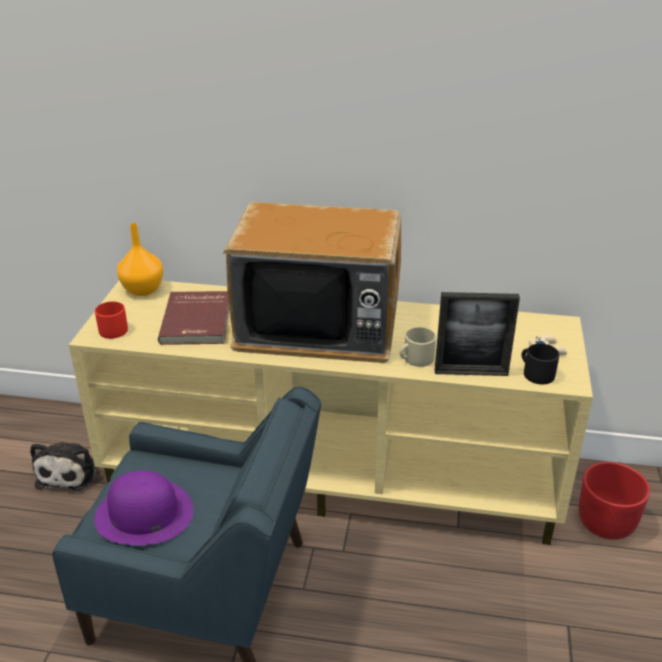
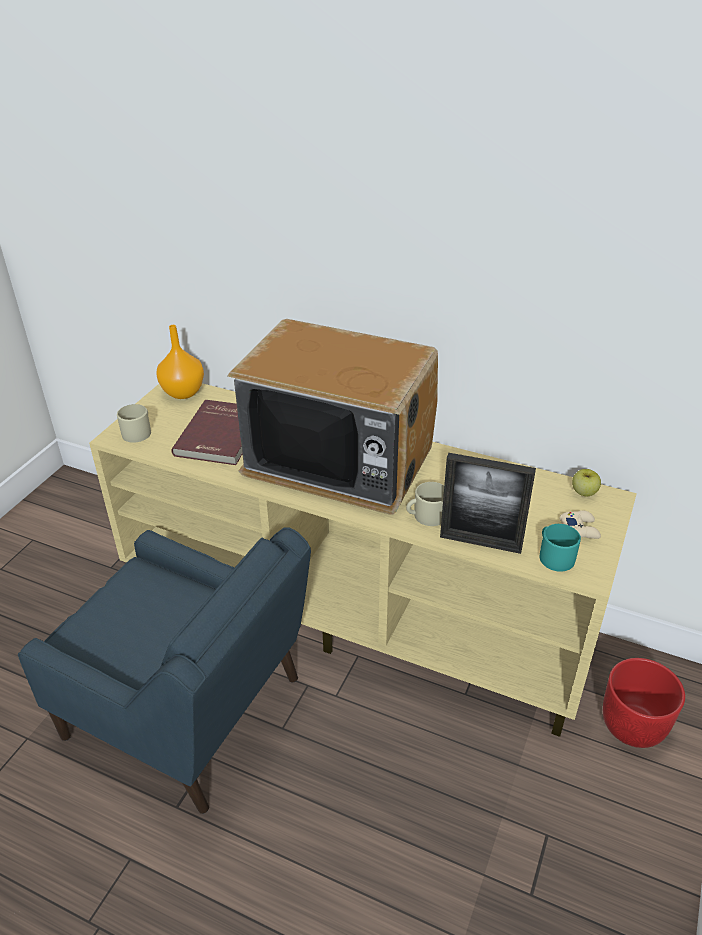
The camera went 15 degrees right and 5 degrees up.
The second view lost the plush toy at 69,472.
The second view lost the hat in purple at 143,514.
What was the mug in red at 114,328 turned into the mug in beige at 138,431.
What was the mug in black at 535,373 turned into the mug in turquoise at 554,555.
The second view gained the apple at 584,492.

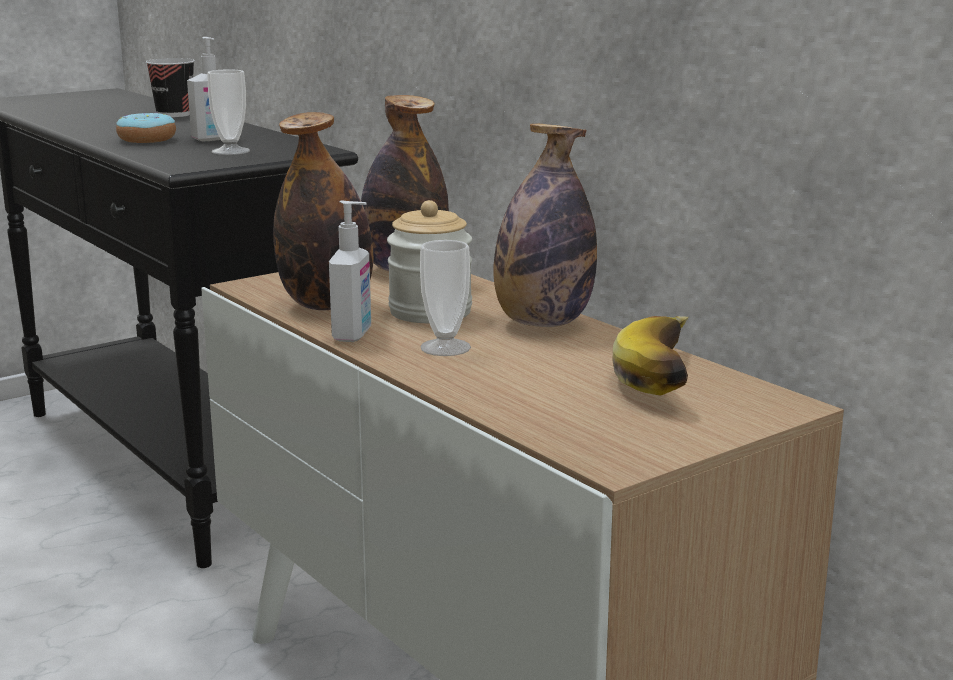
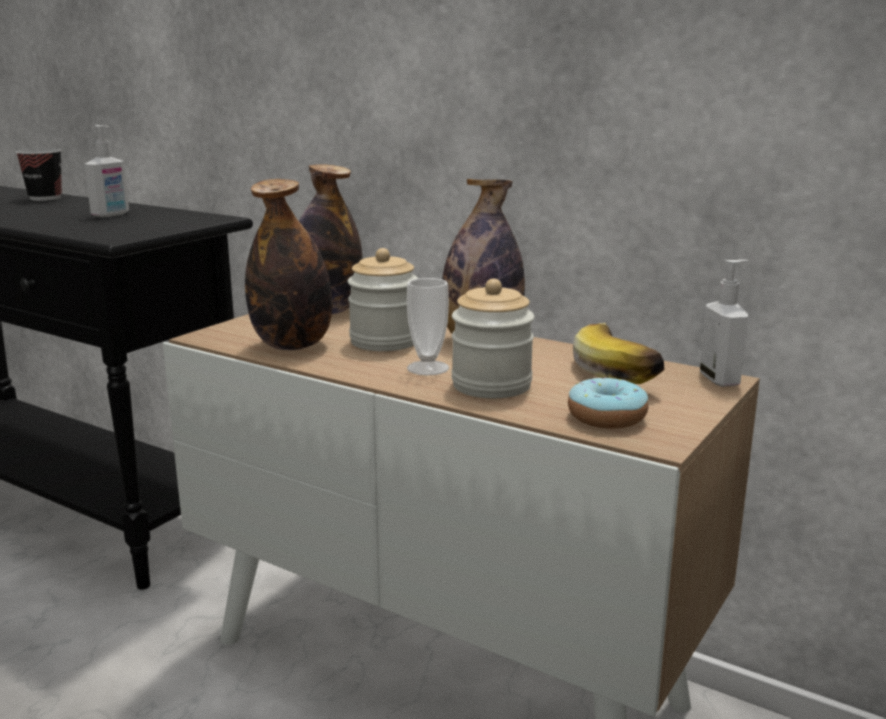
The camera went 20 degrees left and 0 degrees up.
The donut ended up elsewhere, having gone from 147,139 to 606,417.
The second view lost the cup at 230,151.
The soap dispenser ended up elsewhere, having gone from 353,335 to 720,379.
The second view gained the jar at 491,385.

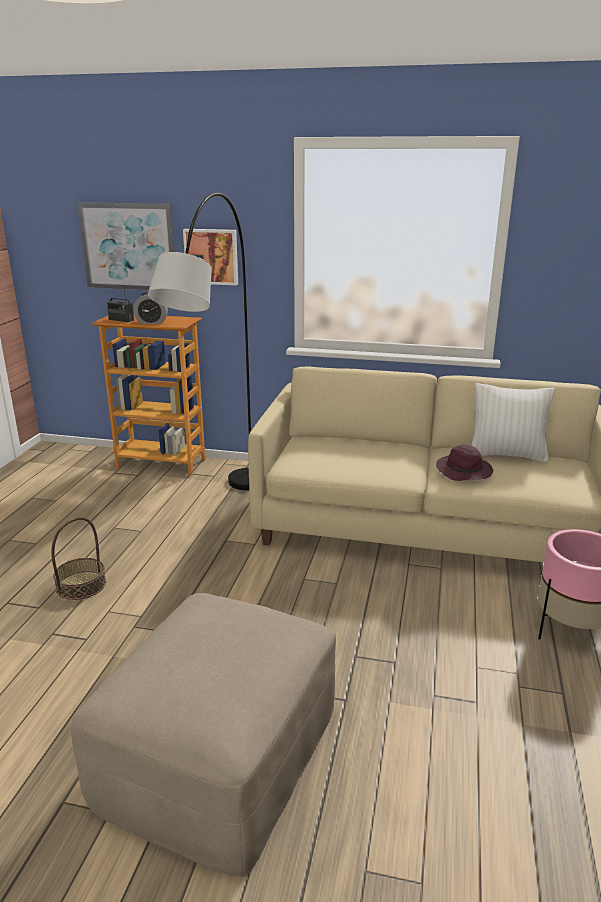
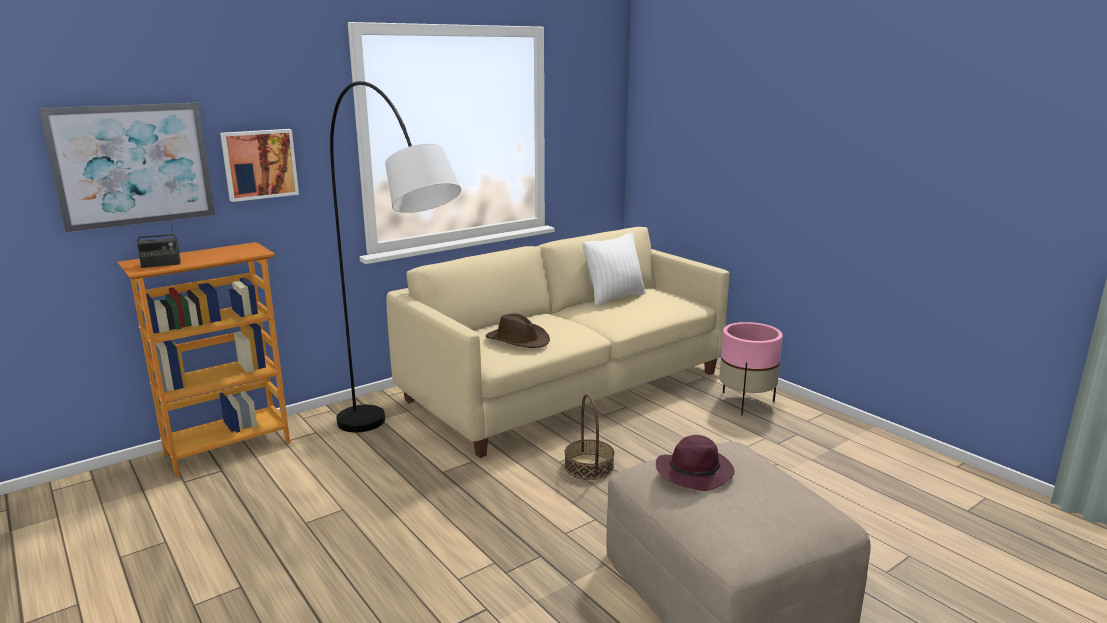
The camera went 50 degrees left and 5 degrees down.
The basket ended up elsewhere, having gone from 81,585 to 589,466.
The second view lost the alarm clock at 151,322.
The hat in purple ended up elsewhere, having gone from 464,471 to 695,472.
The second view gained the hat in brown at 518,340.

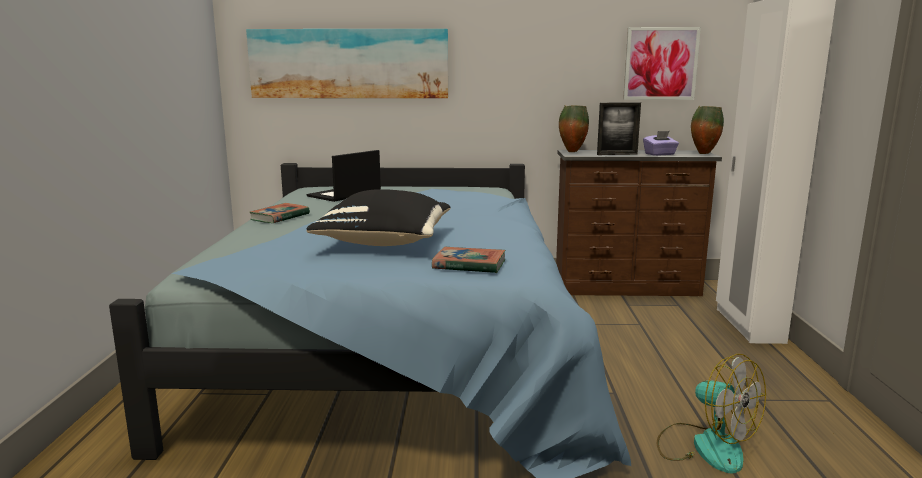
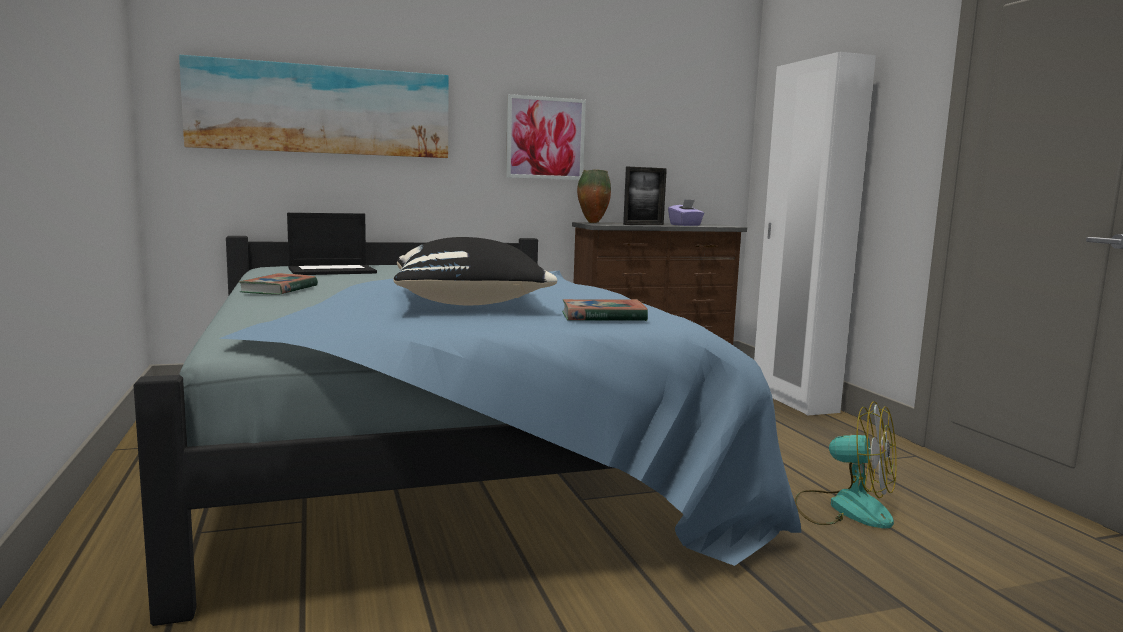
The camera went 20 degrees left and 5 degrees down.
The laptop at 344,194 ended up facing another way, 135 degrees counterclockwise from before.
The picture ended up elsewhere, having gone from 660,64 to 545,138.
The second view lost the vase at 703,153.

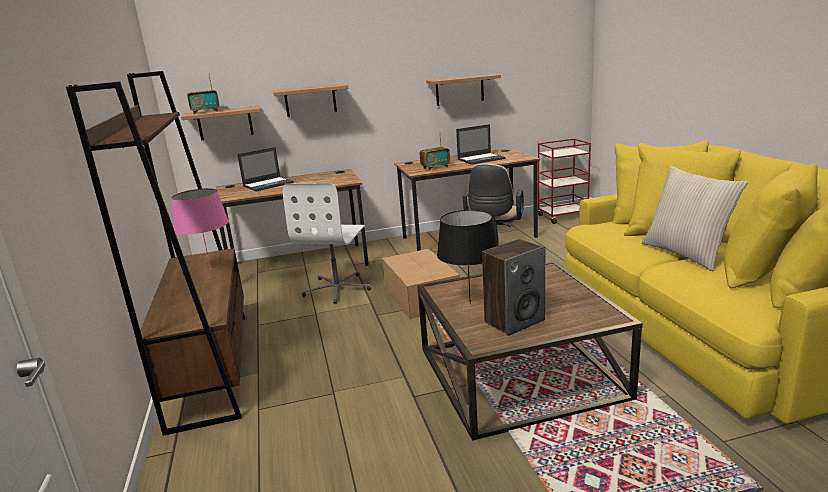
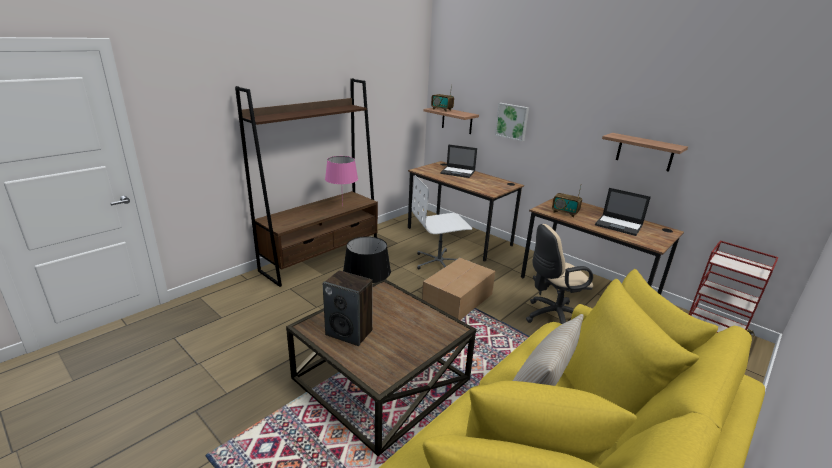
The camera went 55 degrees right and 5 degrees up.
Where the shelf hung at 310,100, the picture came to hang at 512,121.

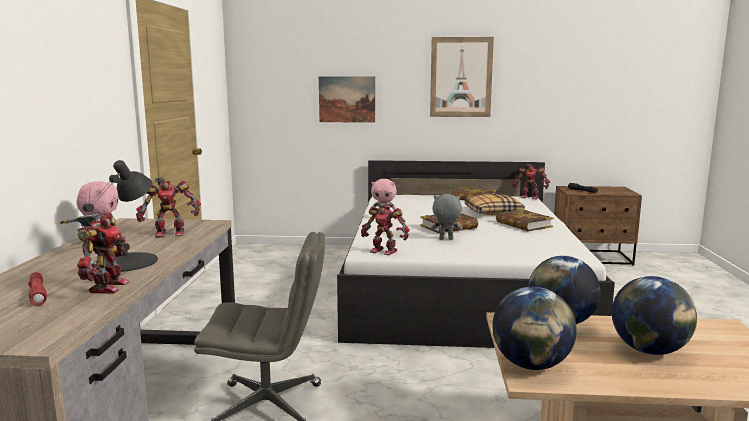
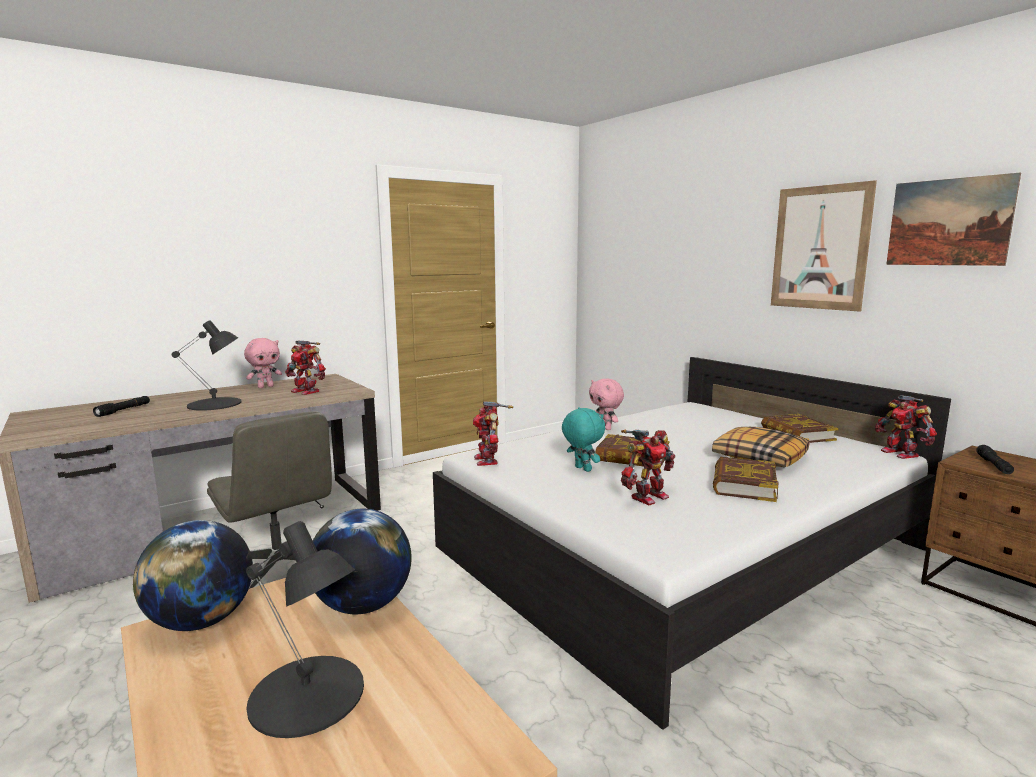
The camera went 50 degrees right and 0 degrees up.
What was the flashlight in red at 38,294 turned into the flashlight in black at 123,410.
The toy robot ended up elsewhere, having gone from 105,287 to 647,496.
The picture ended up elsewhere, having gone from 347,99 to 948,222.
What was the plush toy in grey at 446,239 turned into the plush toy in turquoise at 582,469.
Where the globe stood at 649,351, the table lamp in black came to stand at 307,696.

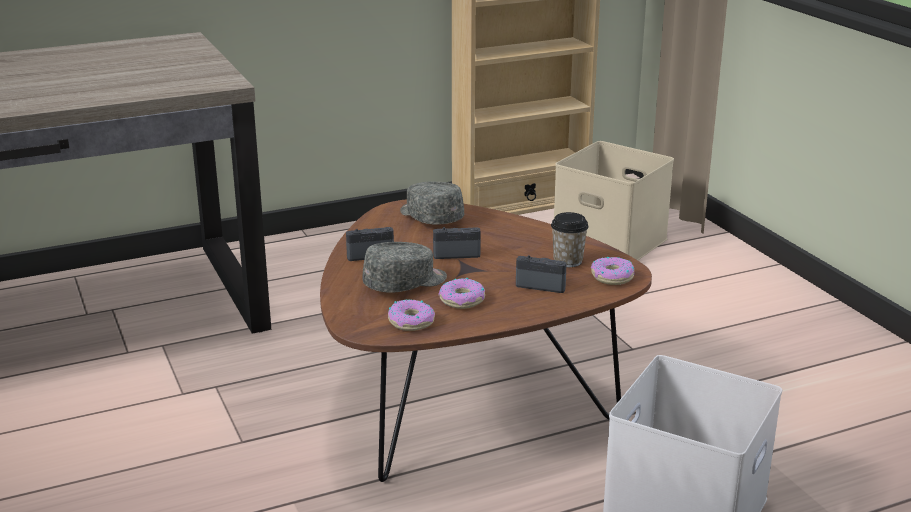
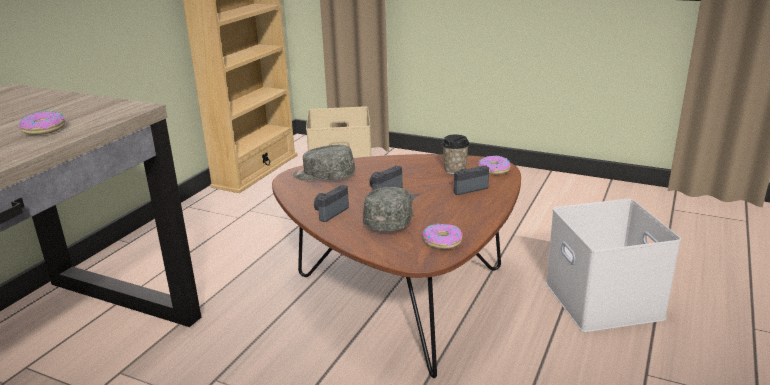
The camera went 40 degrees left and 0 degrees up.
The donut ended up elsewhere, having gone from 462,300 to 44,129.

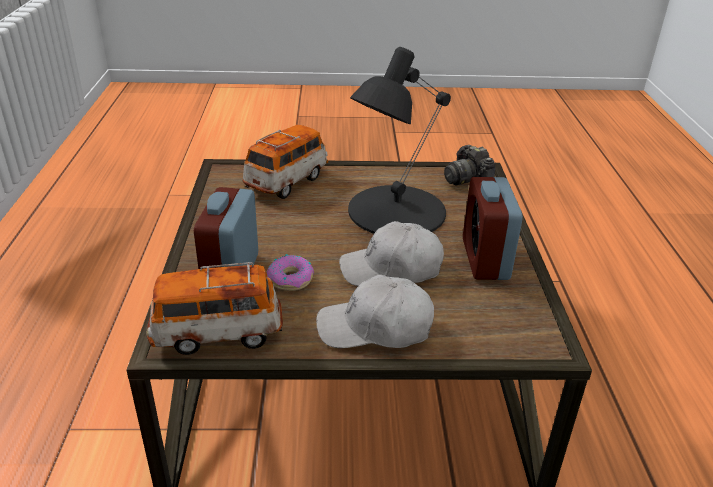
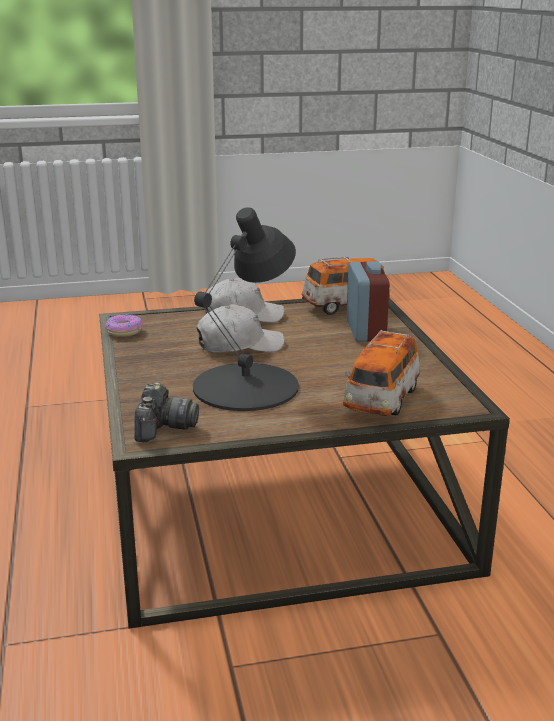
The camera went 170 degrees right and 10 degrees down.
The donut ended up elsewhere, having gone from 291,279 to 124,331.
The photo camera at 467,179 ended up facing another way, 45 degrees clockwise from before.
The second view lost the alarm clock at 485,259.

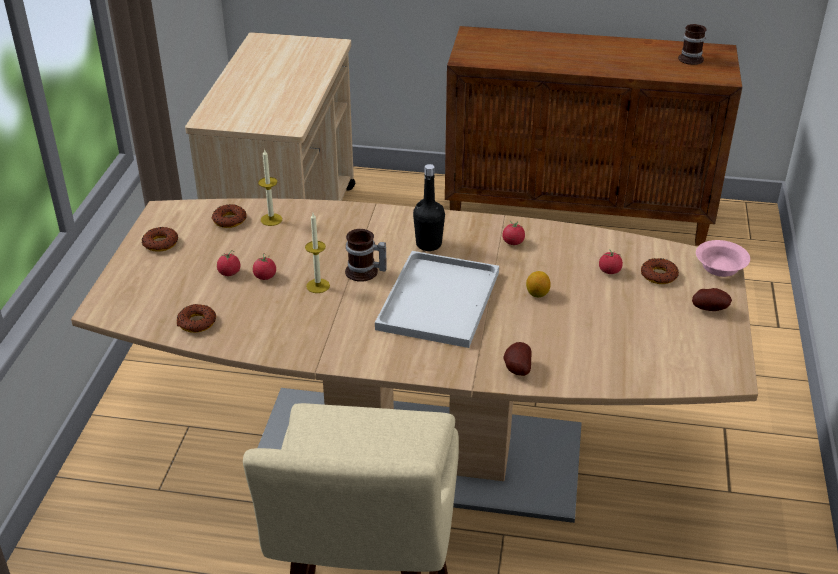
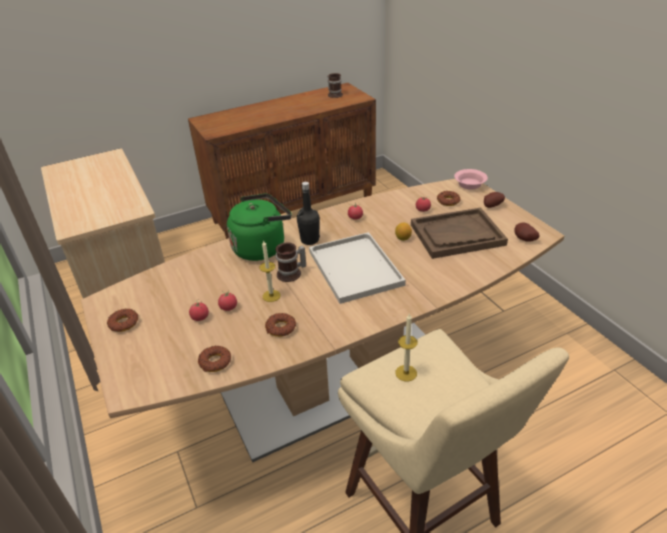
The camera went 35 degrees left and 0 degrees up.
The donut ended up elsewhere, having gone from 229,220 to 281,328.
The candle ended up elsewhere, having gone from 271,219 to 406,373.
The potato ended up elsewhere, having gone from 516,369 to 524,240.
The second view gained the kettle in green at 261,247.
The second view gained the tray in brown at 457,235.

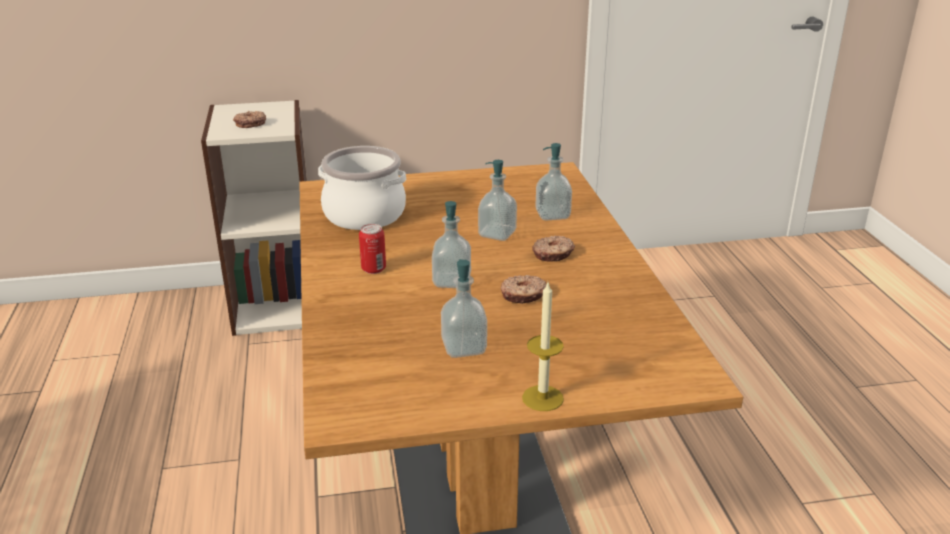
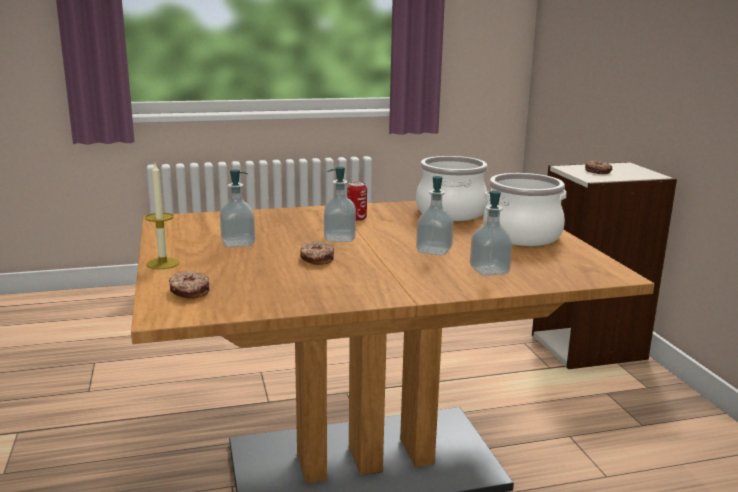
The camera went 85 degrees right and 10 degrees down.
The donut ended up elsewhere, having gone from 553,254 to 189,291.
The second view gained the cooking pot at 522,236.

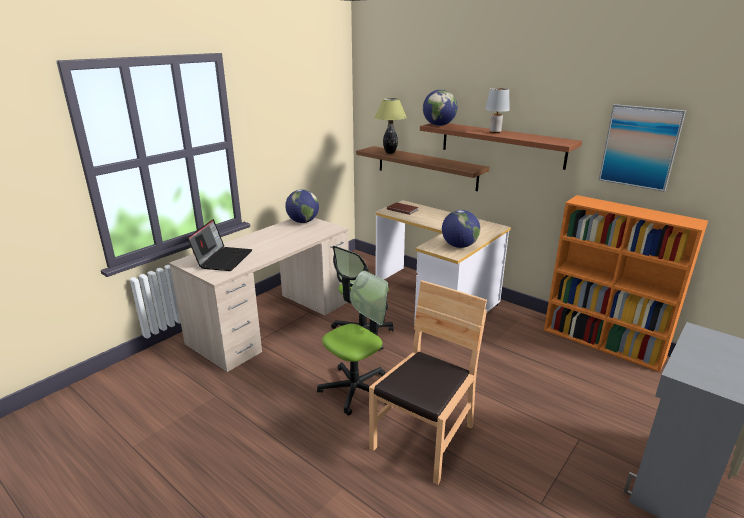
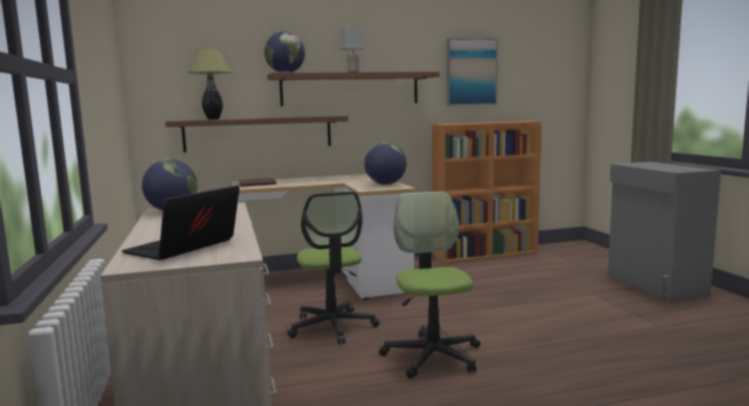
The camera went 55 degrees left and 15 degrees down.
The laptop at 223,259 ended up facing another way, 105 degrees counterclockwise from before.
The second view lost the chair in brown at 424,438.

